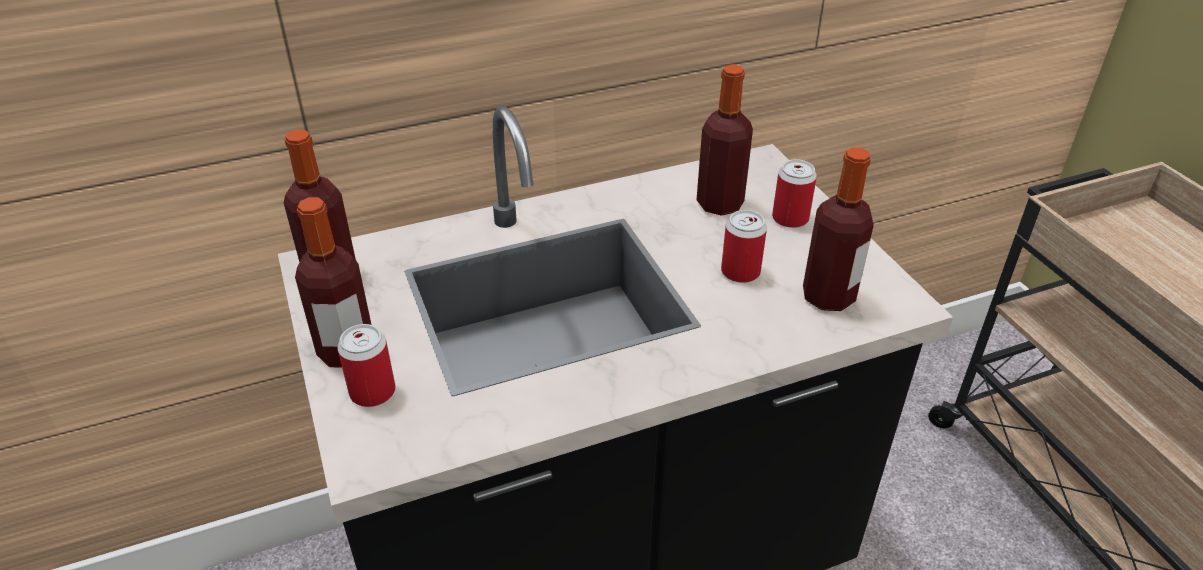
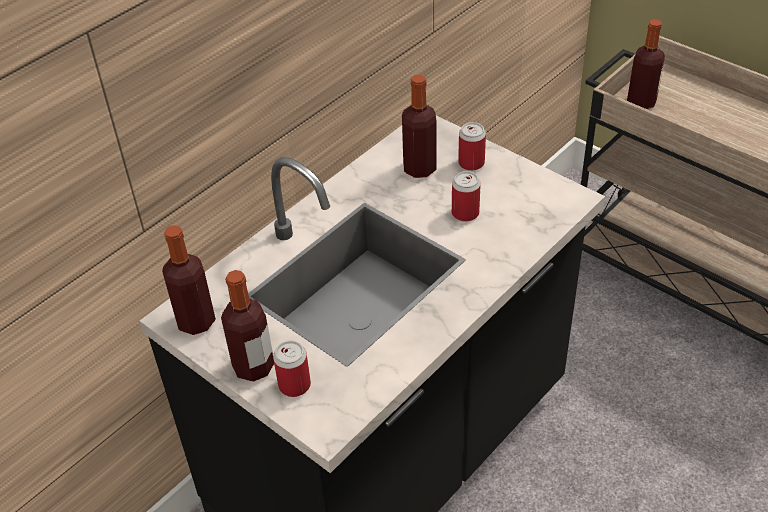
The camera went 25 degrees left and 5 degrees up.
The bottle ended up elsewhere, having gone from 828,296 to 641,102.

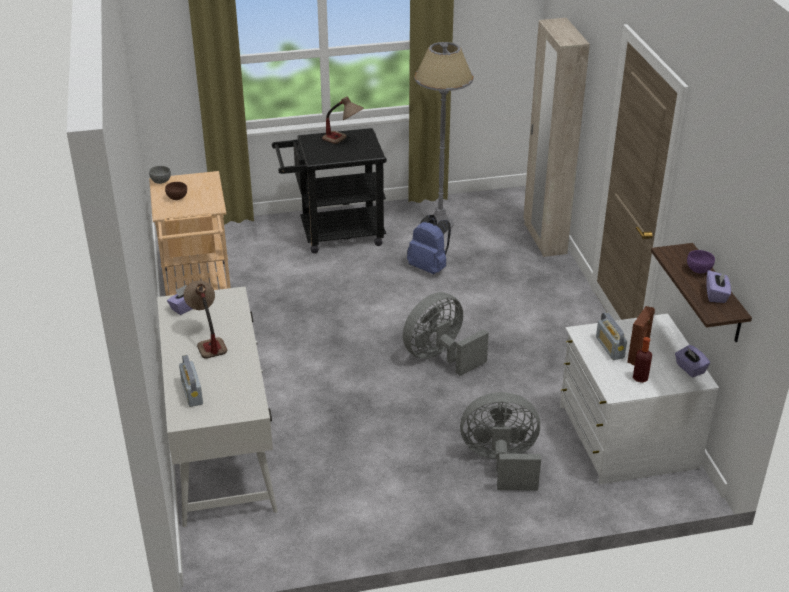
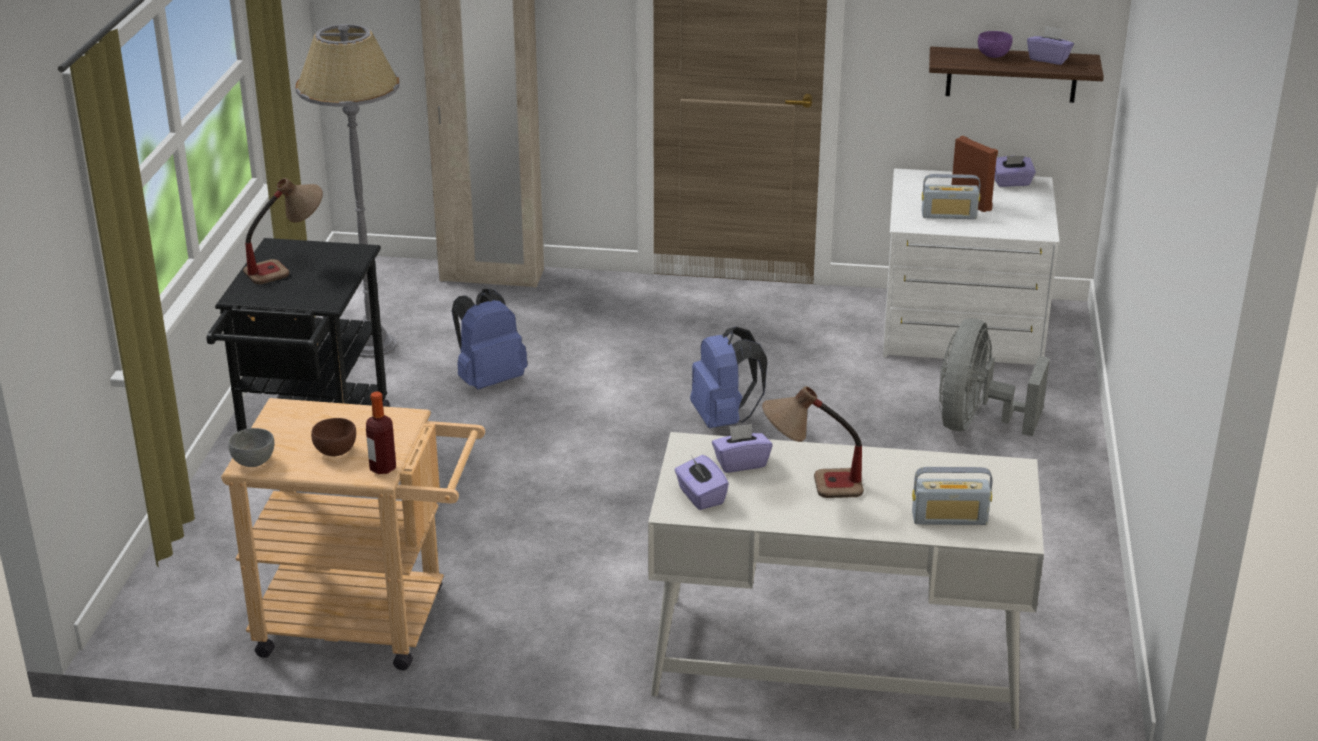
The camera went 70 degrees left and 5 degrees down.
Where the fan in grey stood at 440,357, the backpack in blue came to stand at 724,419.
The bottle ended up elsewhere, having gone from 640,378 to 383,468.
The second view gained the tissue box in purple at 741,463.

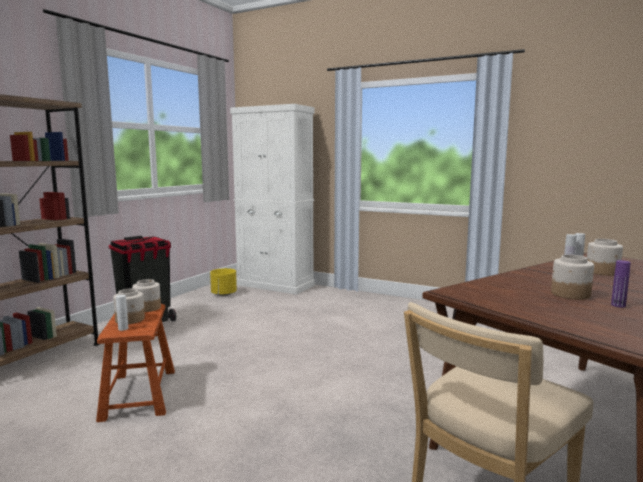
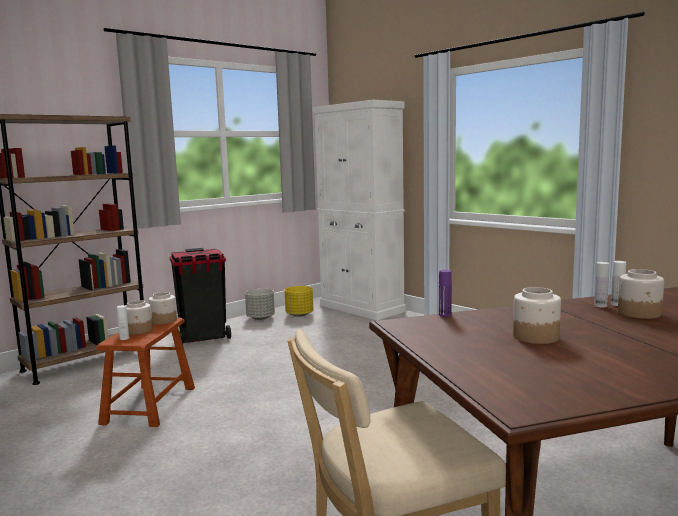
The camera went 20 degrees right and 0 degrees up.
The bottle in purple ended up elsewhere, having gone from 618,305 to 445,315.
The second view gained the planter in grey at 260,318.

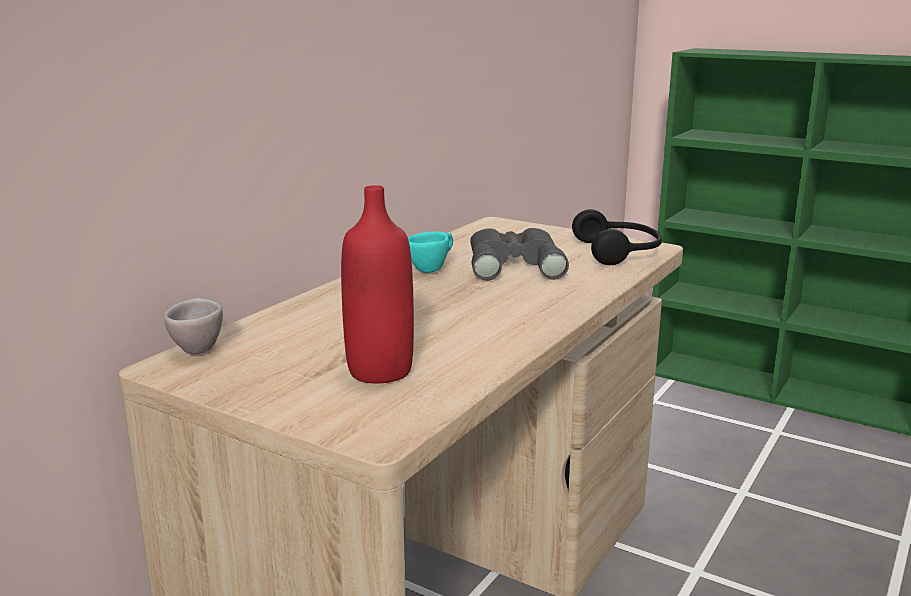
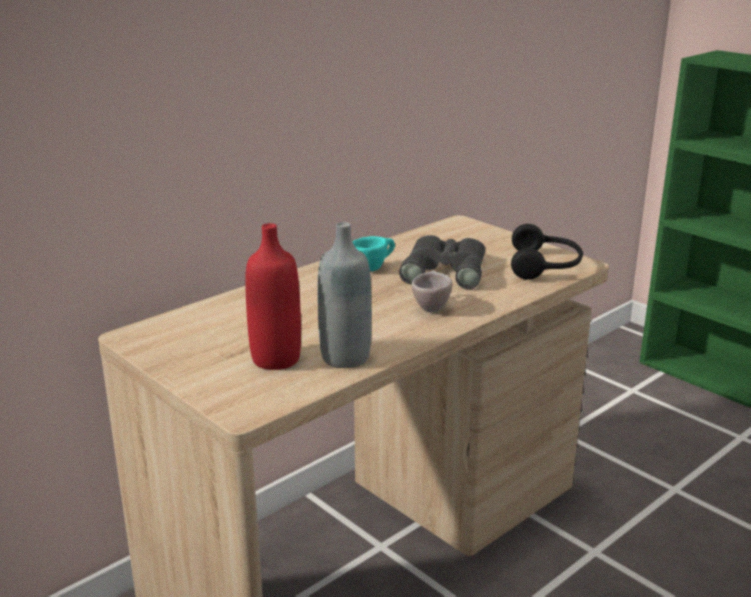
The camera went 15 degrees right and 5 degrees up.
The cup in beige ended up elsewhere, having gone from 197,348 to 430,307.
The second view gained the bottle in grey at 345,357.

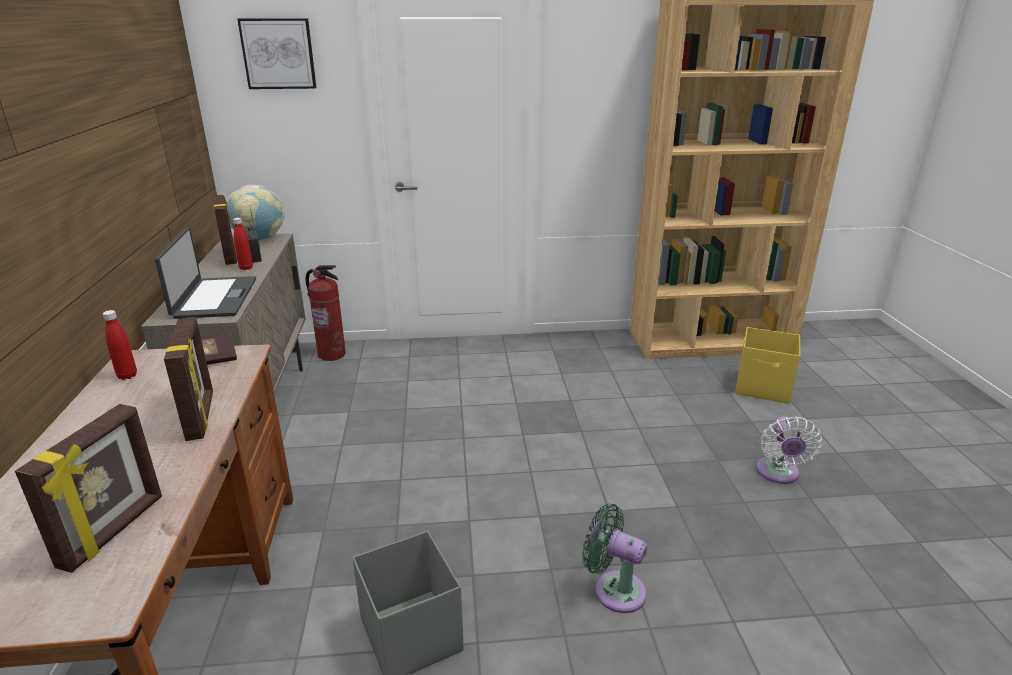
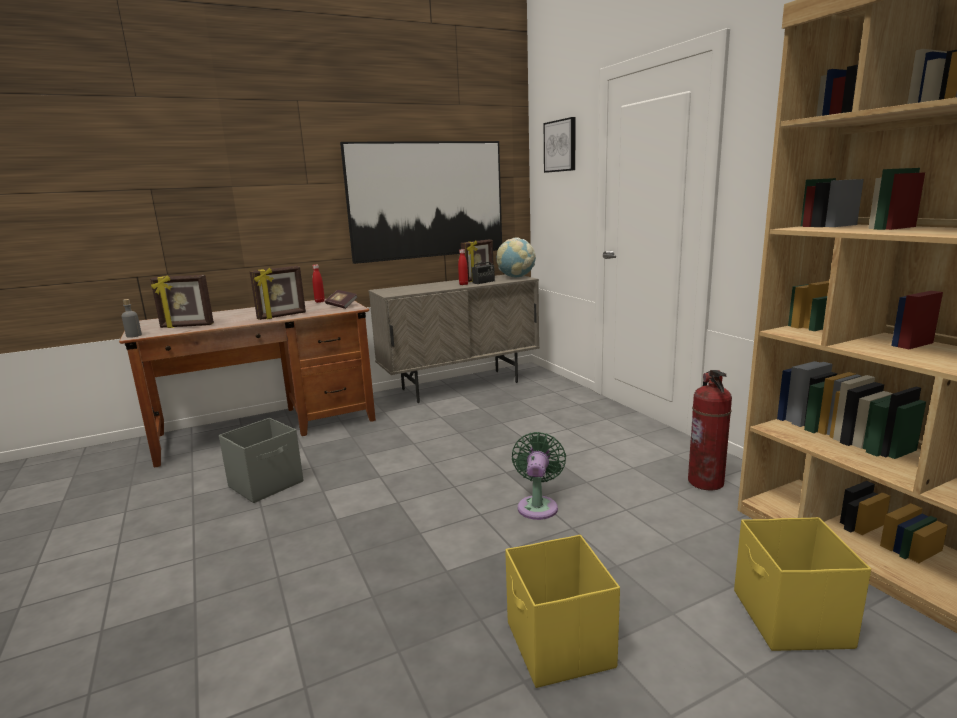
The camera went 70 degrees right and 10 degrees down.
The second view lost the laptop at 214,298.
The fire extinguisher ended up elsewhere, having gone from 331,354 to 705,482.
The fan in green ended up elsewhere, having gone from 614,589 to 538,505.
Where the fan in white stood at 778,474, the storage box in yellow came to stand at 559,646.
The second view gained the bottle in grey at 134,335.
The second view gained the picture at 427,200.

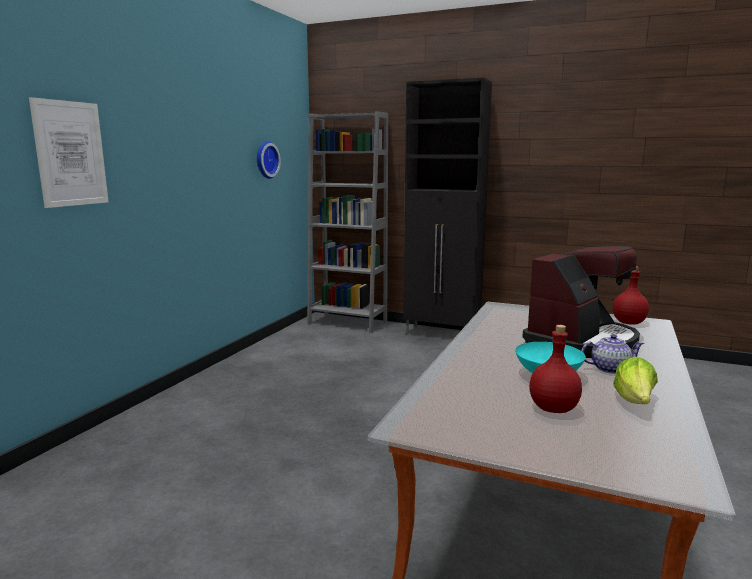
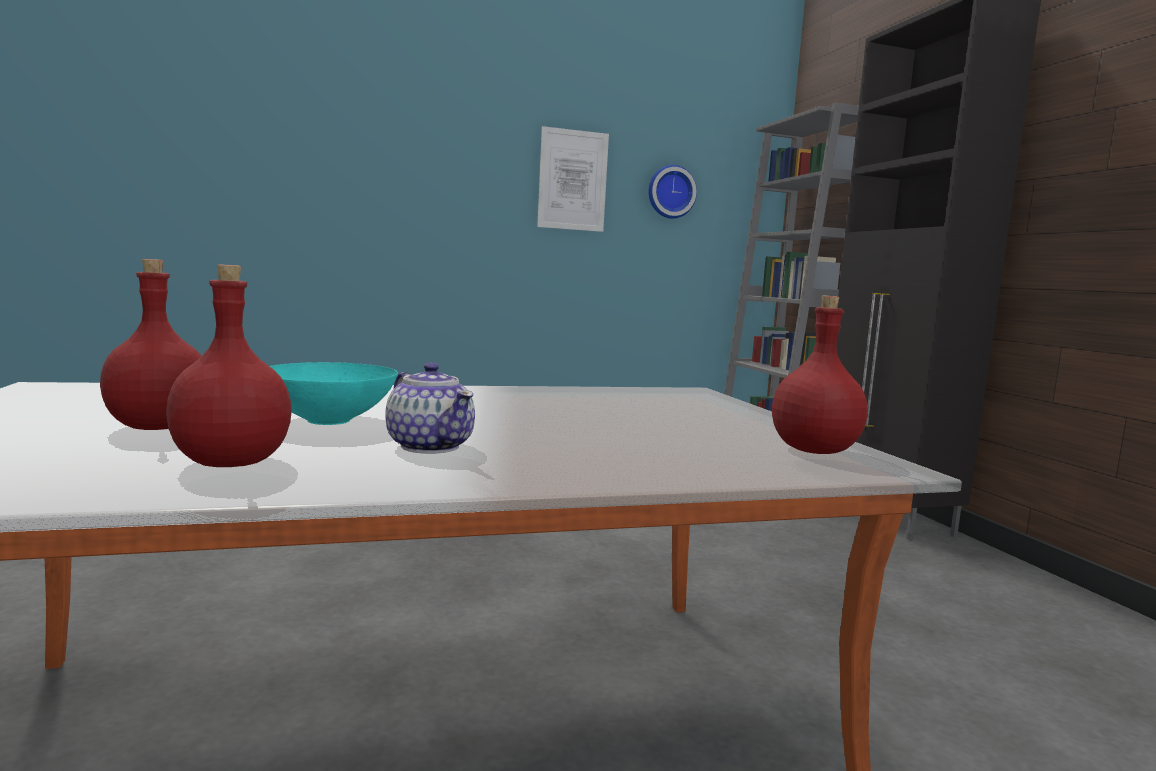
The camera went 50 degrees right and 5 degrees down.
The picture ended up elsewhere, having gone from 71,154 to 572,180.
The second view lost the coffee machine at 581,341.
Where the lettuce stood at 634,402, the bottle in red came to stand at 234,463.

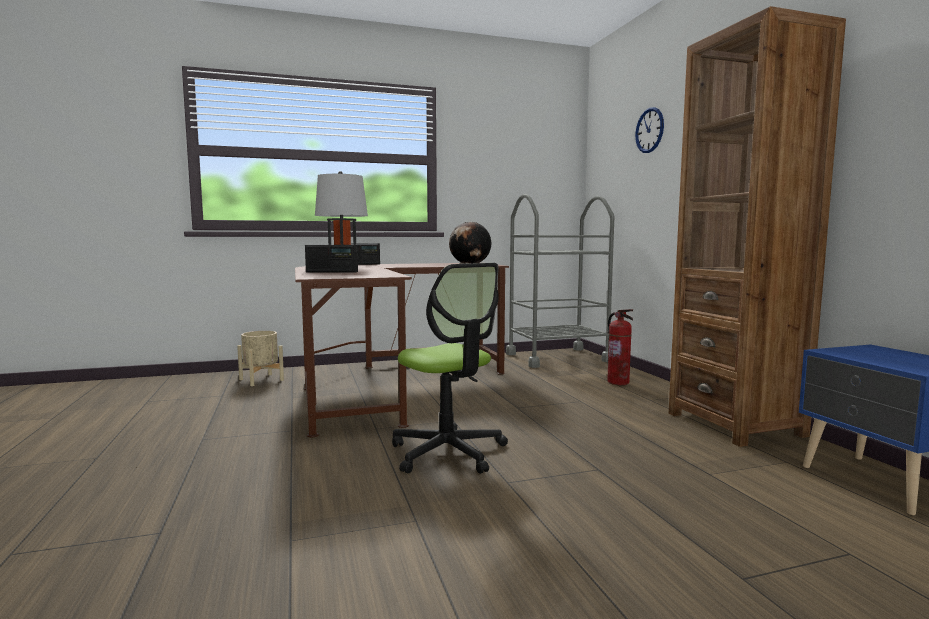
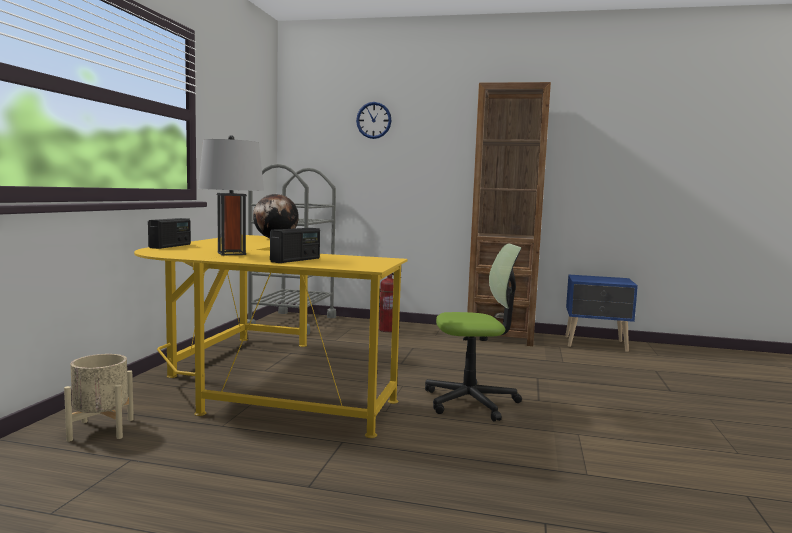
The camera went 60 degrees left and 0 degrees up.
What was the desk in brown at 388,384 turned into the desk in yellow at 257,382.

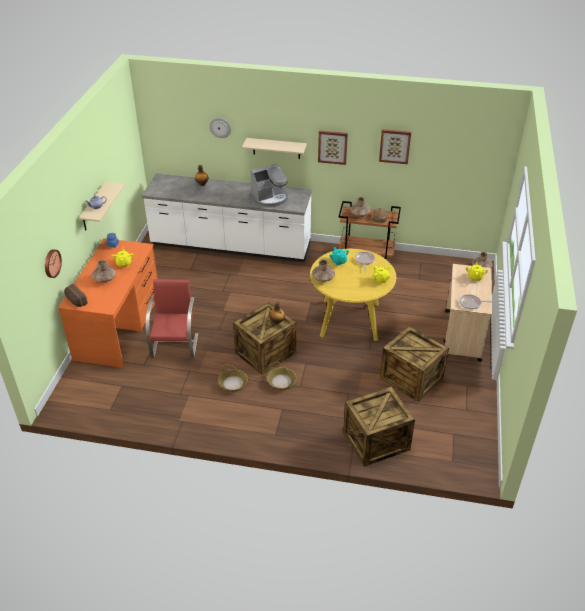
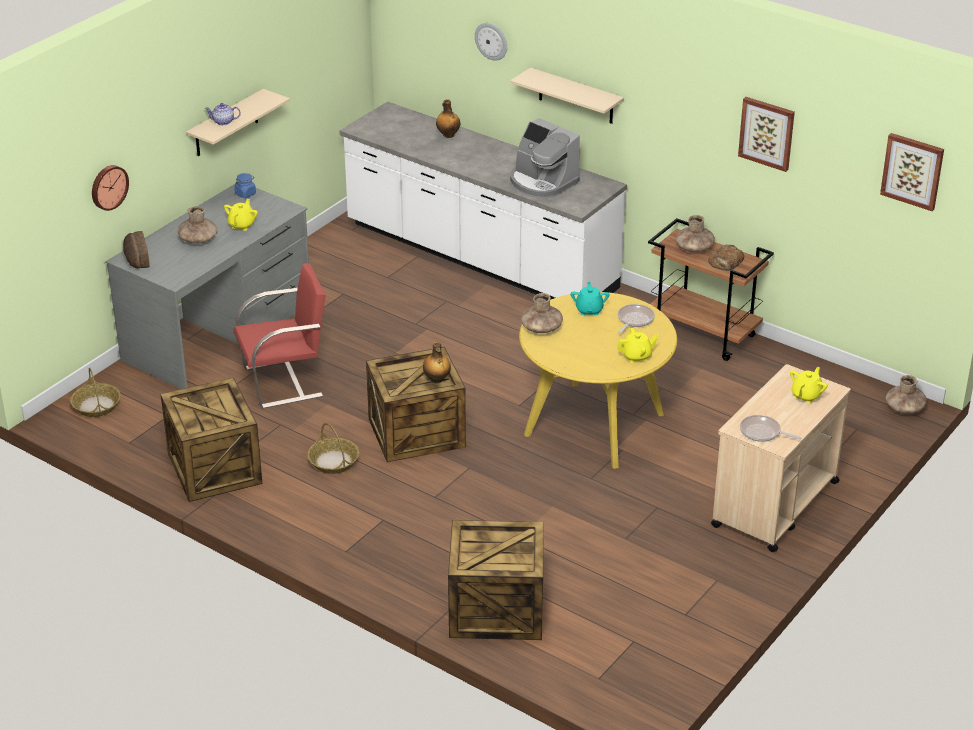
The camera went 25 degrees right and 5 degrees down.
What was the desk in orange at 119,326 turned into the desk in grey at 219,332.
The chair in red at 175,345 ended up facing another way, 45 degrees clockwise from before.
The coffee machine at 269,198 ended up facing another way, 45 degrees clockwise from before.
The basket ended up elsewhere, having gone from 281,382 to 96,406.
The picture ended up elsewhere, having gone from 332,147 to 912,171.
The crate ended up elsewhere, having gone from 412,378 to 216,468.

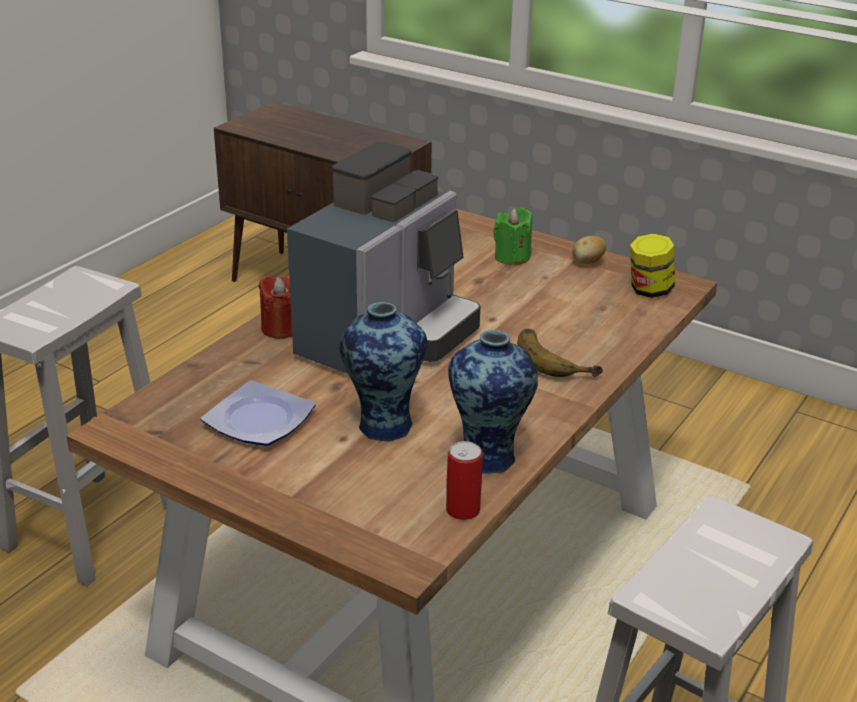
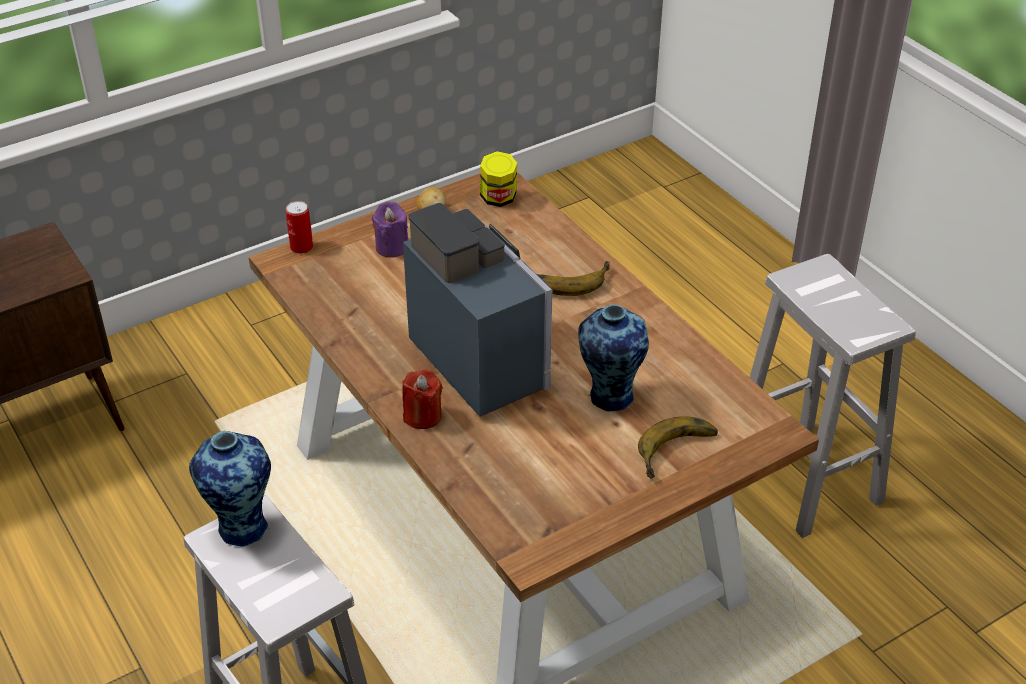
The camera went 65 degrees left and 10 degrees up.
The second view lost the plate at 257,420.
The can ended up elsewhere, having gone from 463,510 to 301,247.
The vase ended up elsewhere, having gone from 489,456 to 241,526.
What was the candle in green at 512,257 turned into the candle in purple at 392,247.
The second view gained the banana at 680,453.

